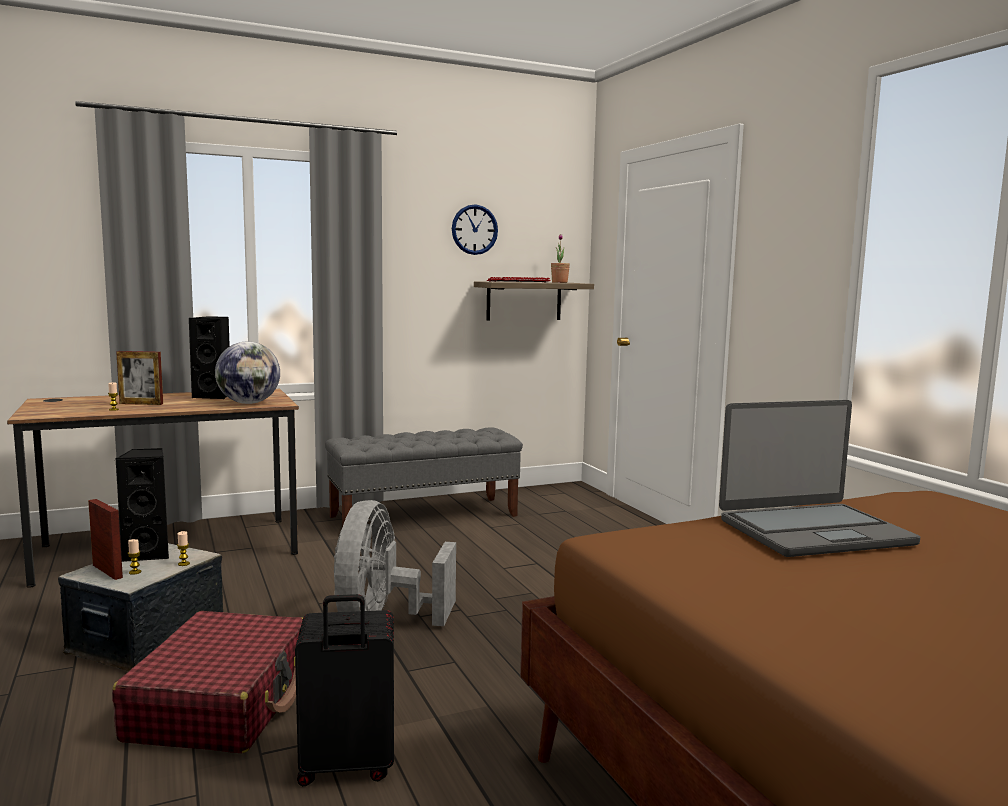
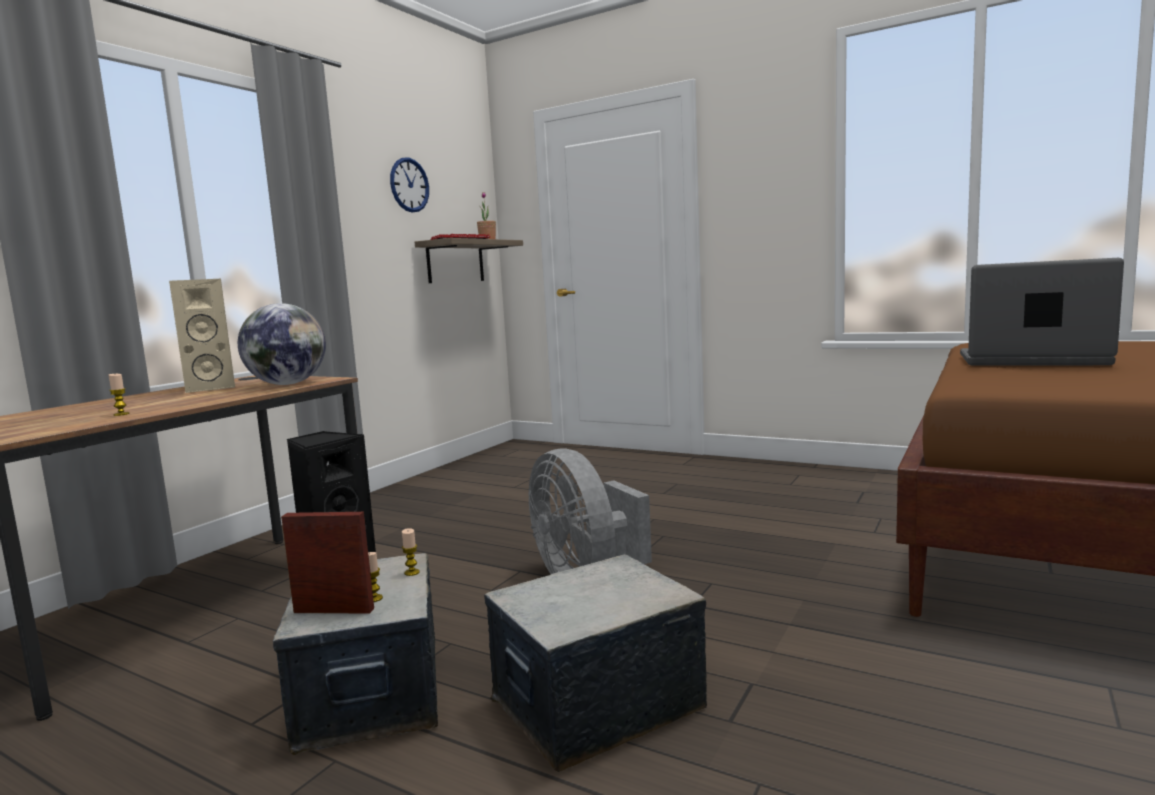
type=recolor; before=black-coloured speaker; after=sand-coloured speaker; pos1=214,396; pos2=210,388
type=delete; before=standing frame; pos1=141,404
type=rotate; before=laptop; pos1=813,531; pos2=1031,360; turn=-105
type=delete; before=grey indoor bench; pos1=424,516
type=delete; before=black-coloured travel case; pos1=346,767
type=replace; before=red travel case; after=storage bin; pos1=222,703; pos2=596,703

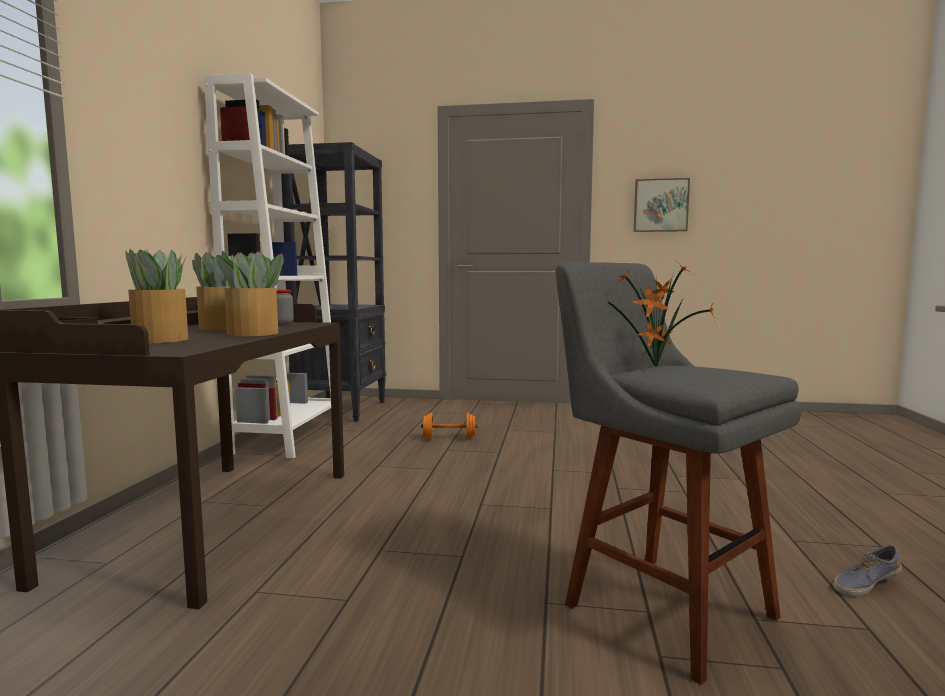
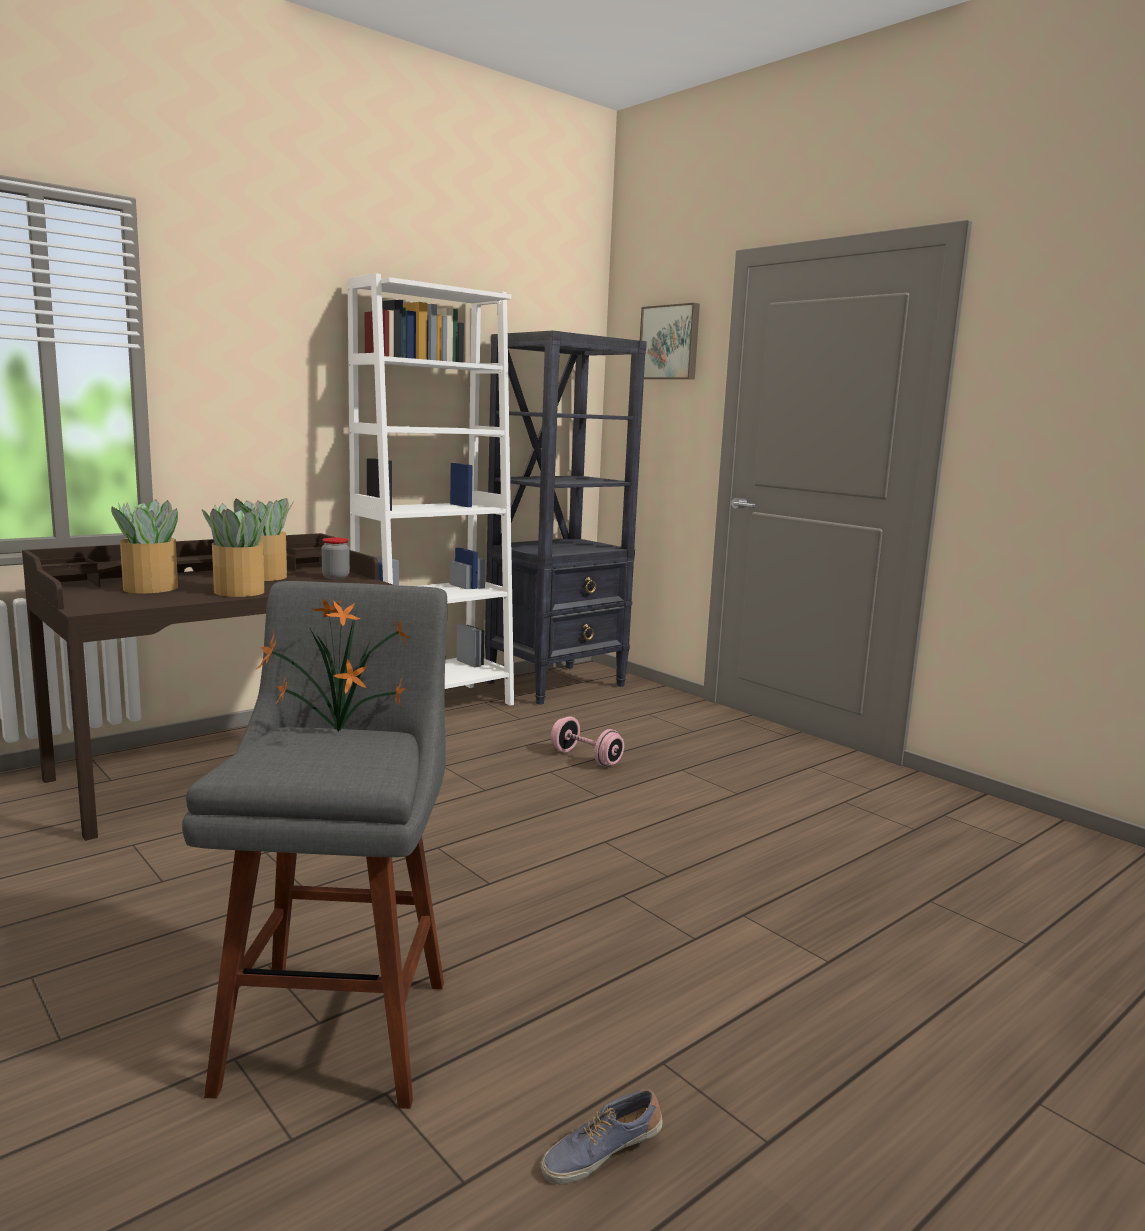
type=move; before=wall art; pos1=660,205; pos2=670,342
type=recolor; before=orange dumbbell; after=pink-coloured dumbbell; pos1=449,438; pos2=586,758
type=rotate; before=shoe; pos1=865,584; pos2=600,1153; turn=-45

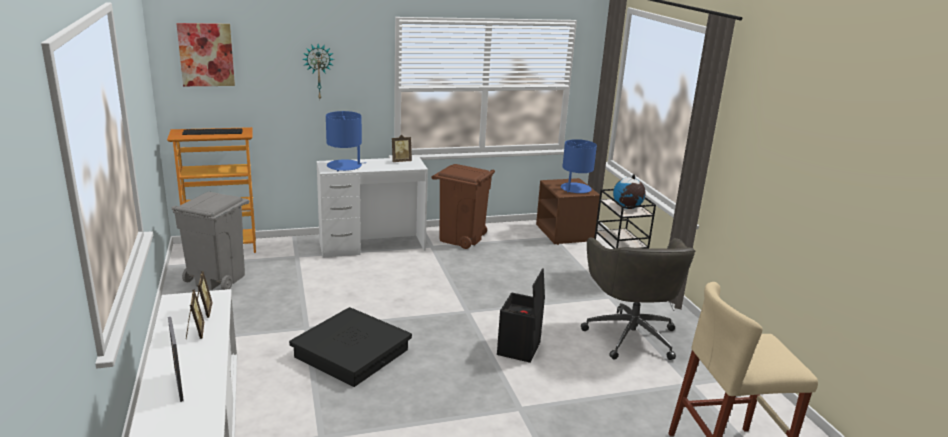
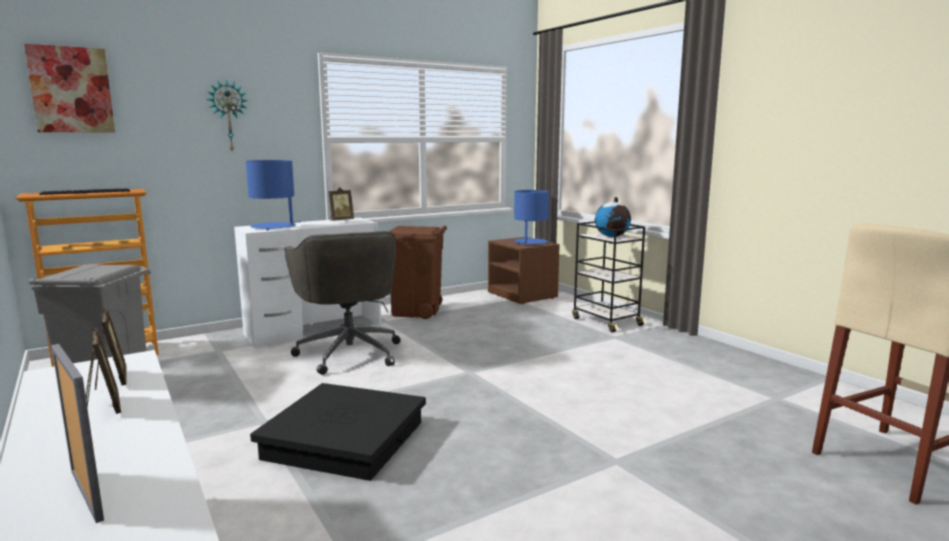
type=move; before=grey desk chair; pos1=630,335; pos2=349,353
type=delete; before=black-coloured storage bin; pos1=519,349

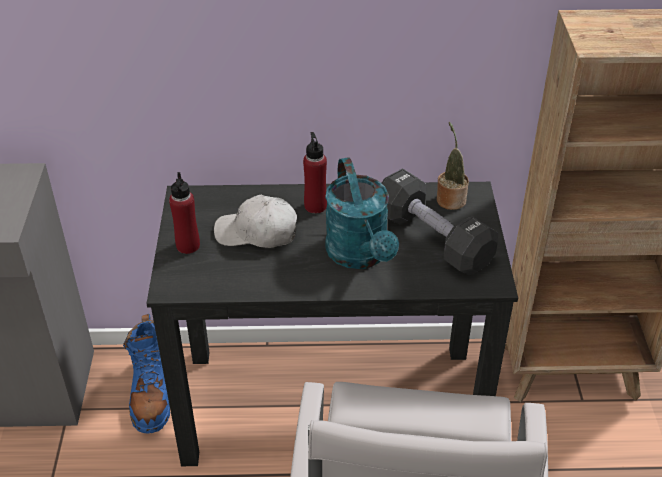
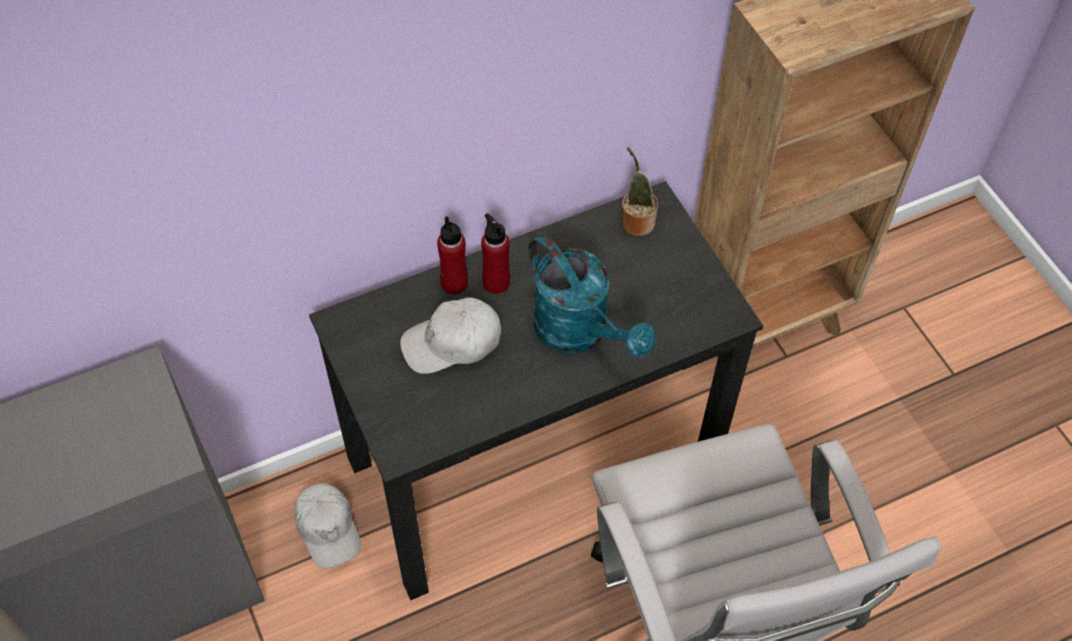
type=delete; before=black-coloured dumbbell; pos1=433,239
type=move; before=red bottle; pos1=188,246; pos2=454,283
type=replace; before=blue boot; after=whitish cap; pos1=152,394; pos2=328,528

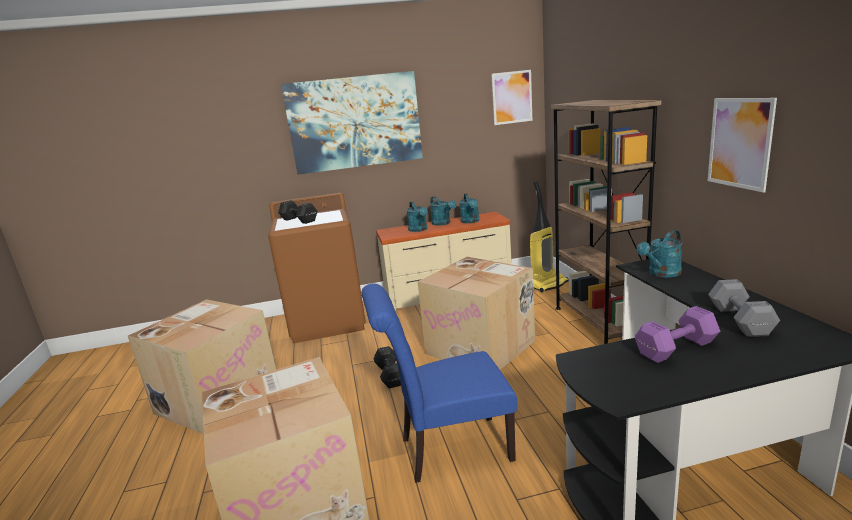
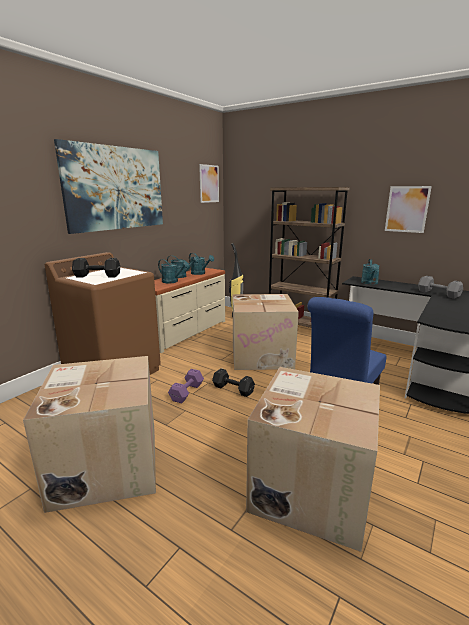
type=move; before=purple dumbbell; pos1=678,348; pos2=187,392

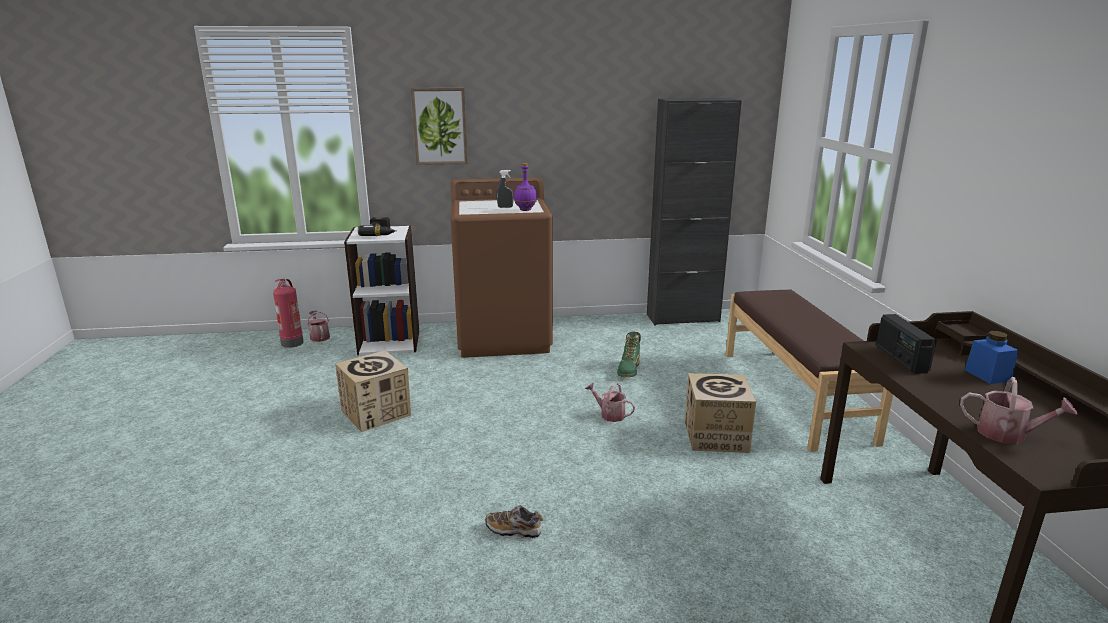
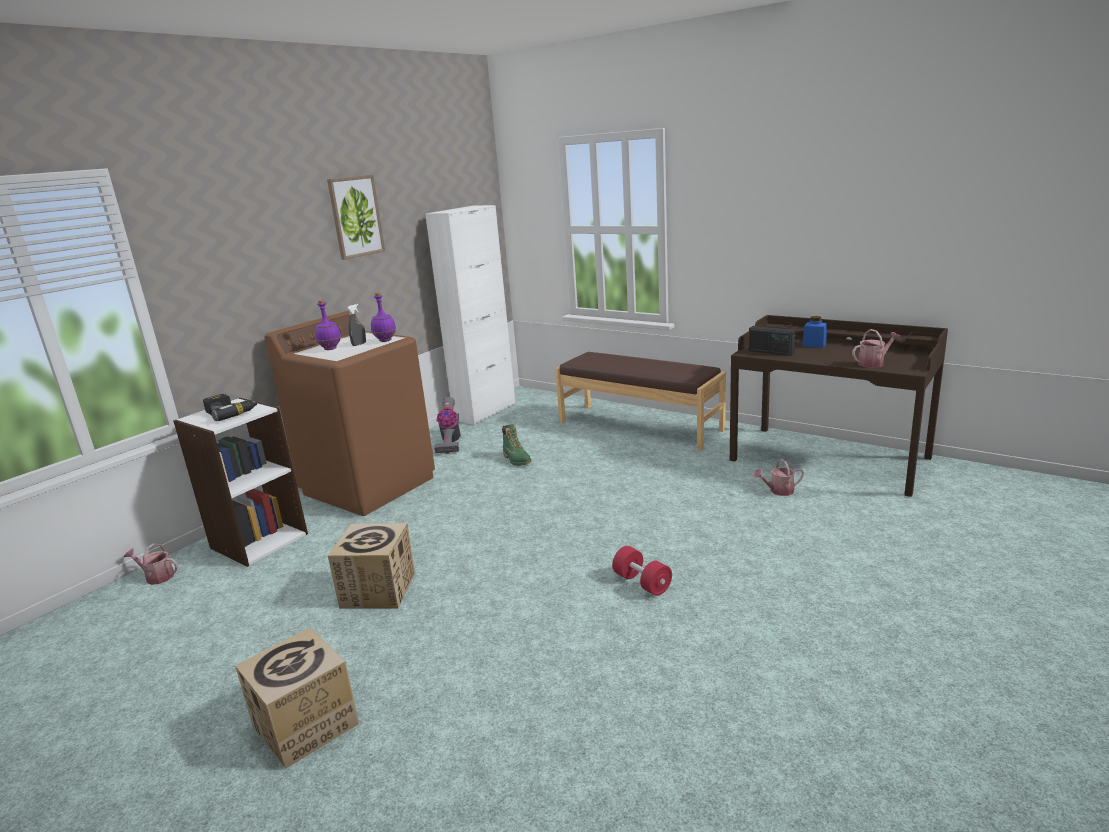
type=move; before=wall art; pos1=440,126; pos2=355,216
type=recolor; before=black-coloured cupboard; after=whitish cupboard; pos1=683,318; pos2=485,412
type=delete; before=extinguisher; pos1=292,342
type=move; before=cardboard box; pos1=715,436; pos2=306,725
type=move; before=watering can; pos1=609,414; pos2=778,491
type=replace; before=shoe; after=red dumbbell; pos1=514,530; pos2=642,583
type=insert; after=purple bottle; pos2=330,349
type=insert; after=vacuum cleaner; pos2=450,442

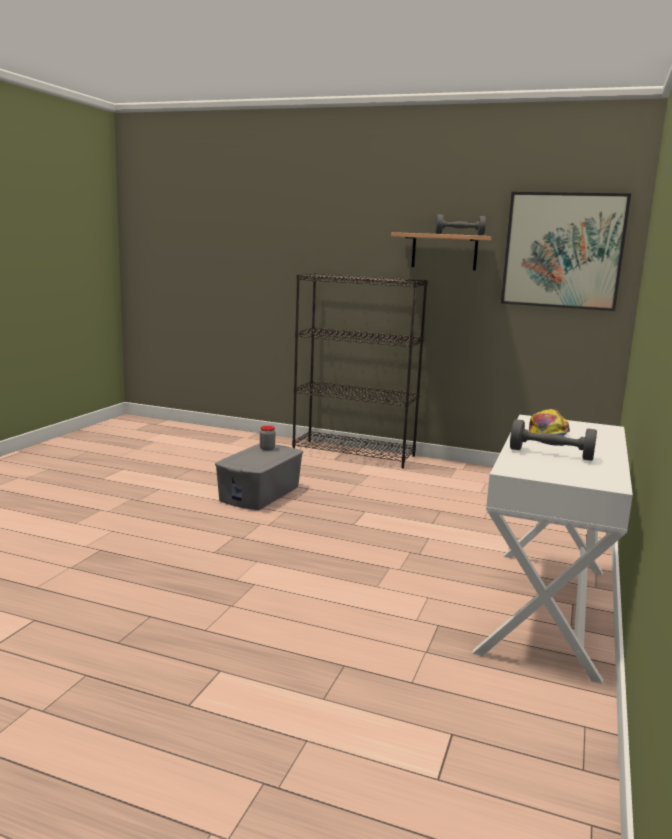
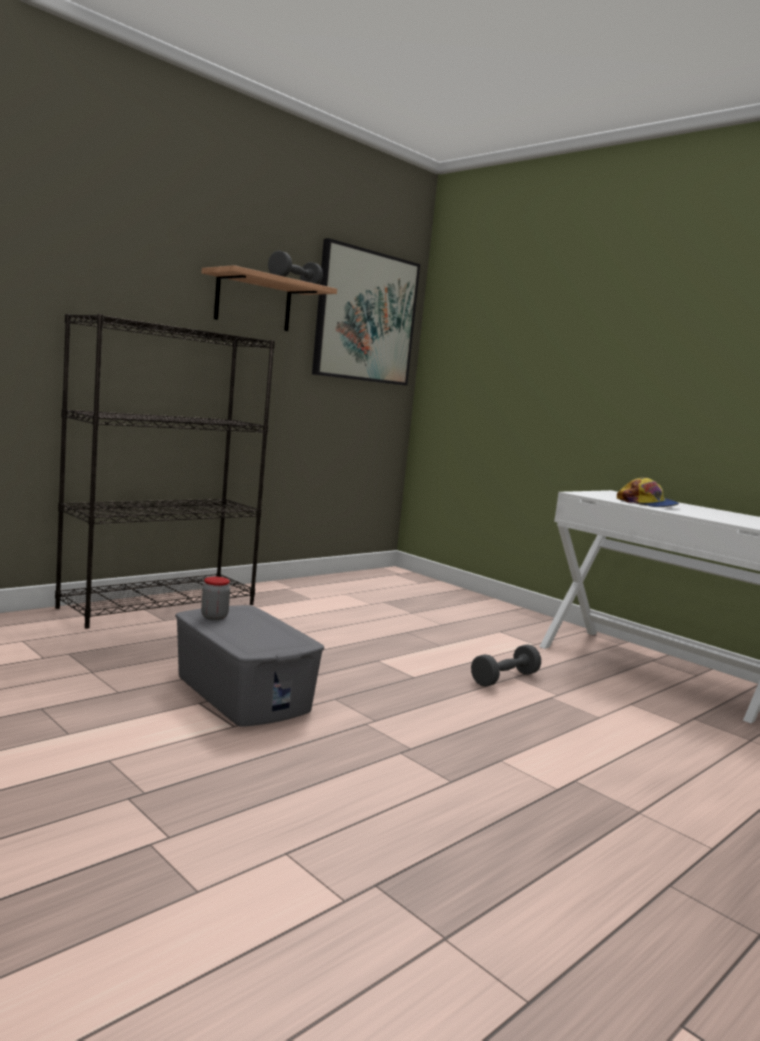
type=move; before=grey dumbbell; pos1=551,454; pos2=504,679

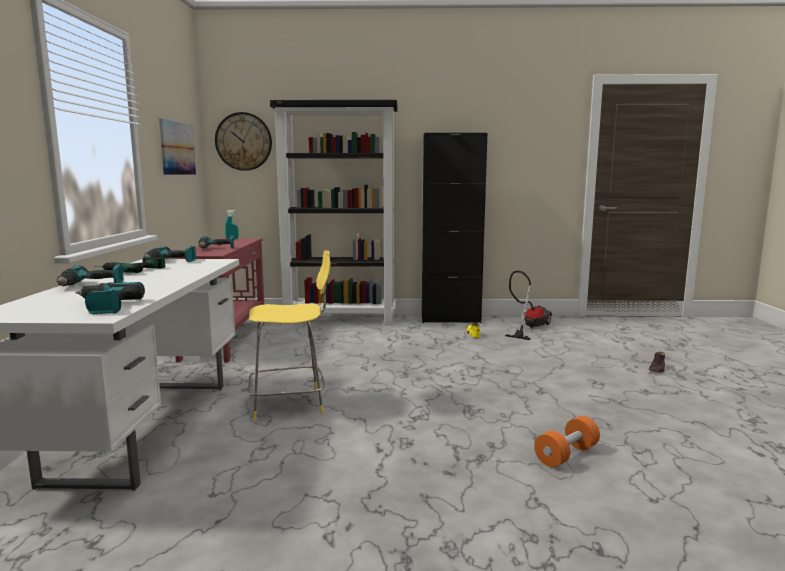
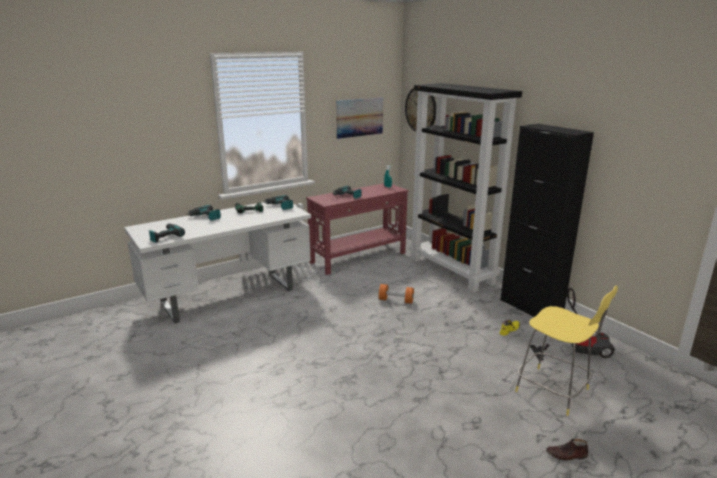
type=move; before=yellow-coloured stool seat; pos1=291,403; pos2=554,392
type=move; before=orange dumbbell; pos1=566,455; pos2=396,300

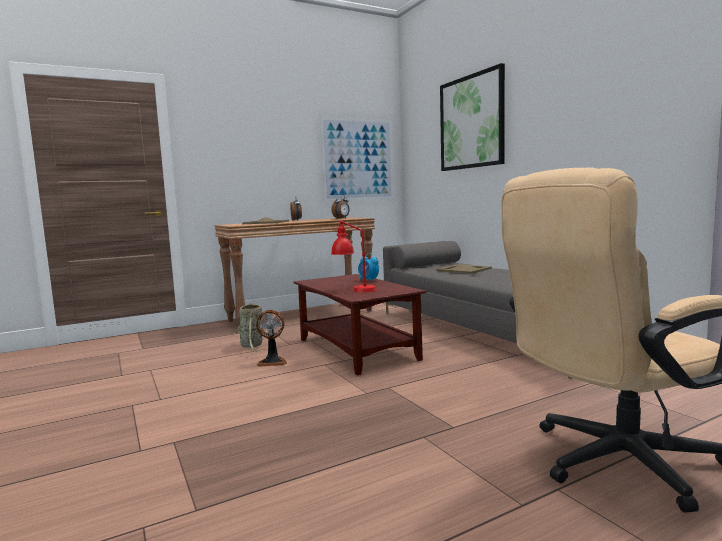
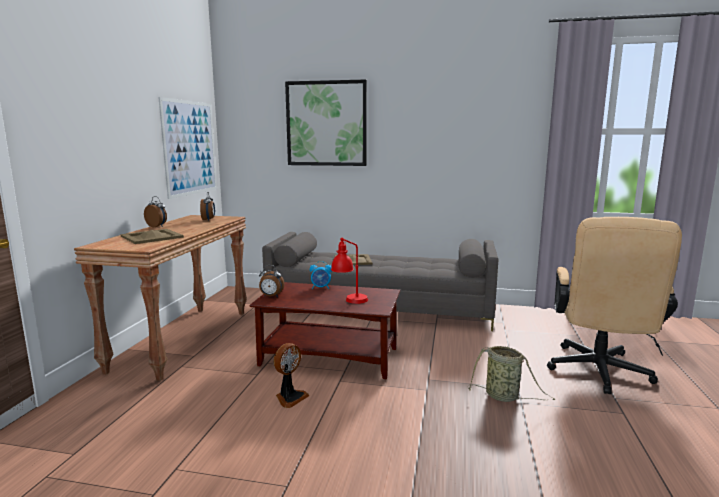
type=move; before=basket; pos1=252,346; pos2=504,397
type=insert; after=bedside clock; pos2=271,296

